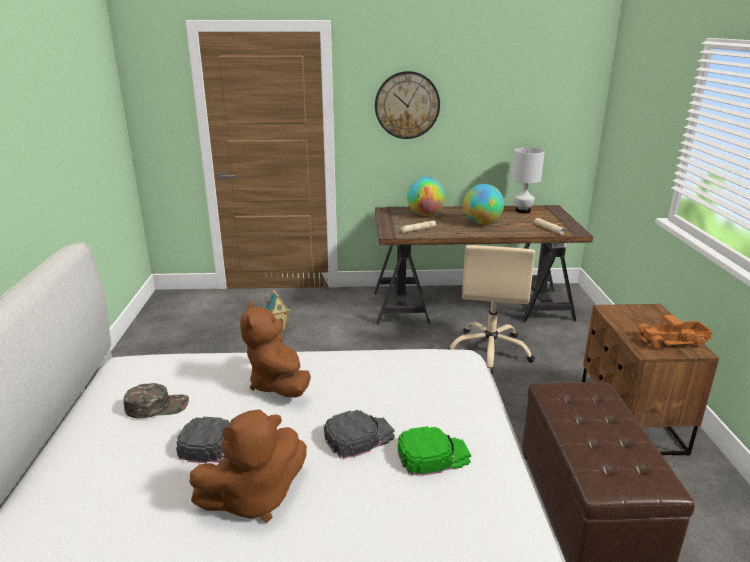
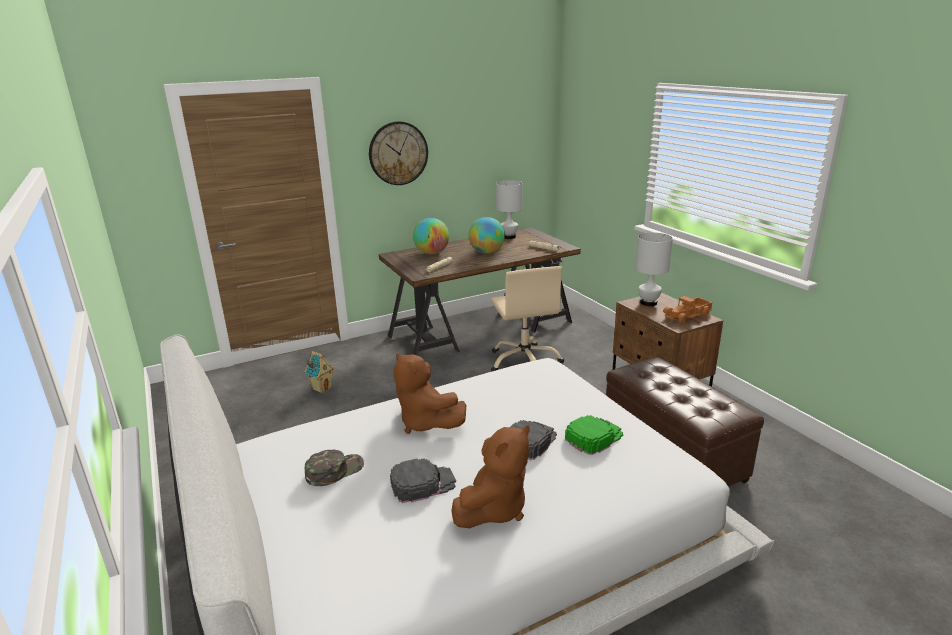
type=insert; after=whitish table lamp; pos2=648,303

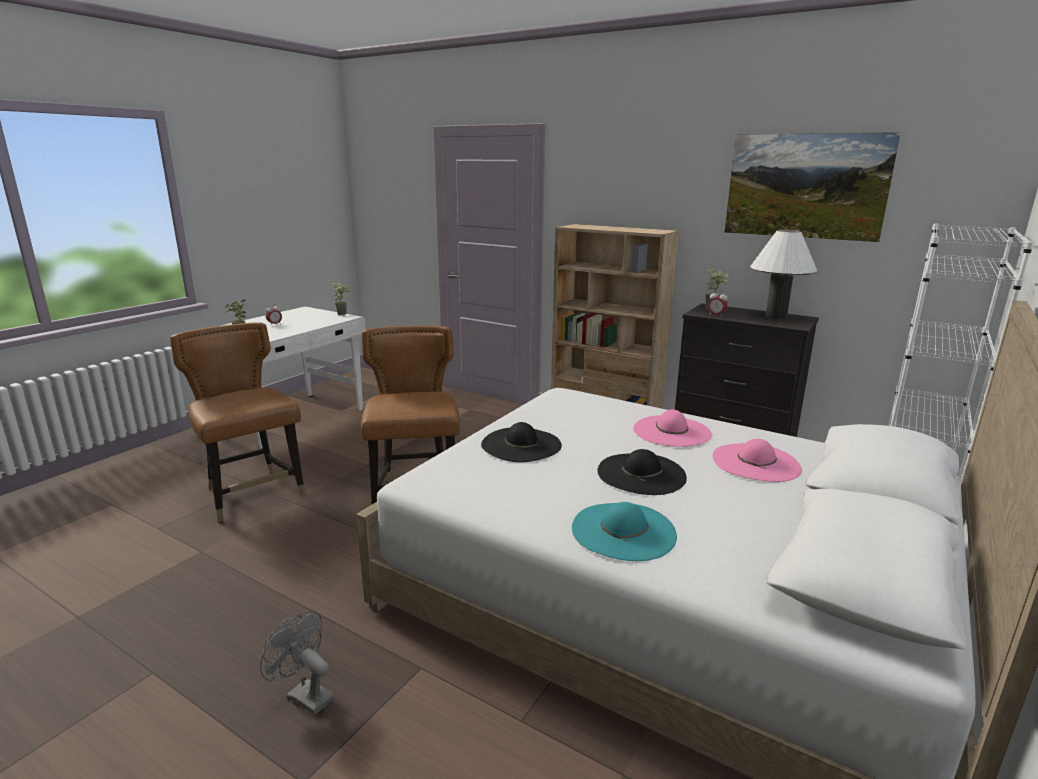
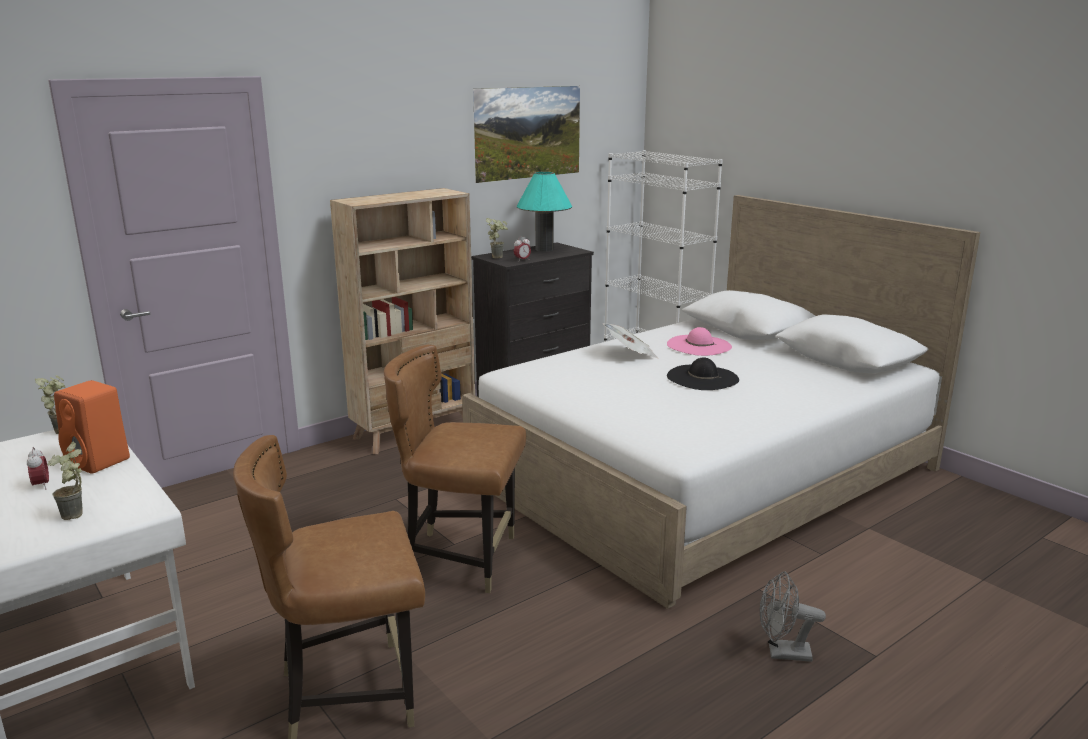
type=recolor; before=whitish table lamp; after=blue-green table lamp; pos1=775,316; pos2=544,249
type=replace; before=pink-coloured clothing hat; after=daily paper; pos1=671,431; pos2=630,355
type=delete; before=black-coloured clothing hat; pos1=521,444
type=delete; before=blue-green clothing hat; pos1=623,530
type=rotate; before=grey fan; pos1=304,695; pos2=782,653; turn=45
type=insert; after=orange speaker; pos2=99,461

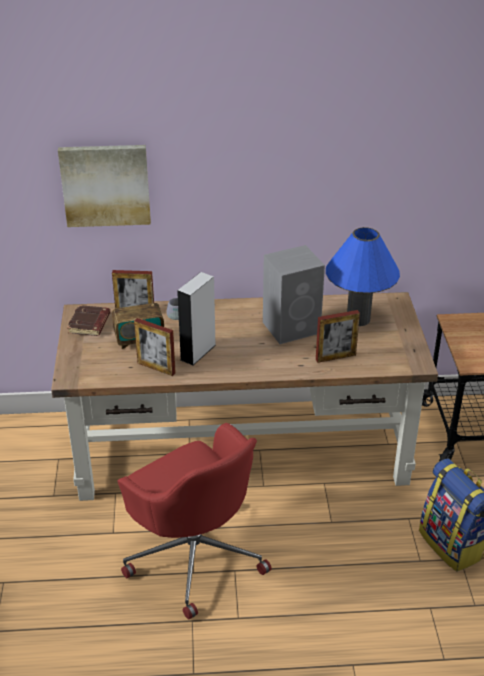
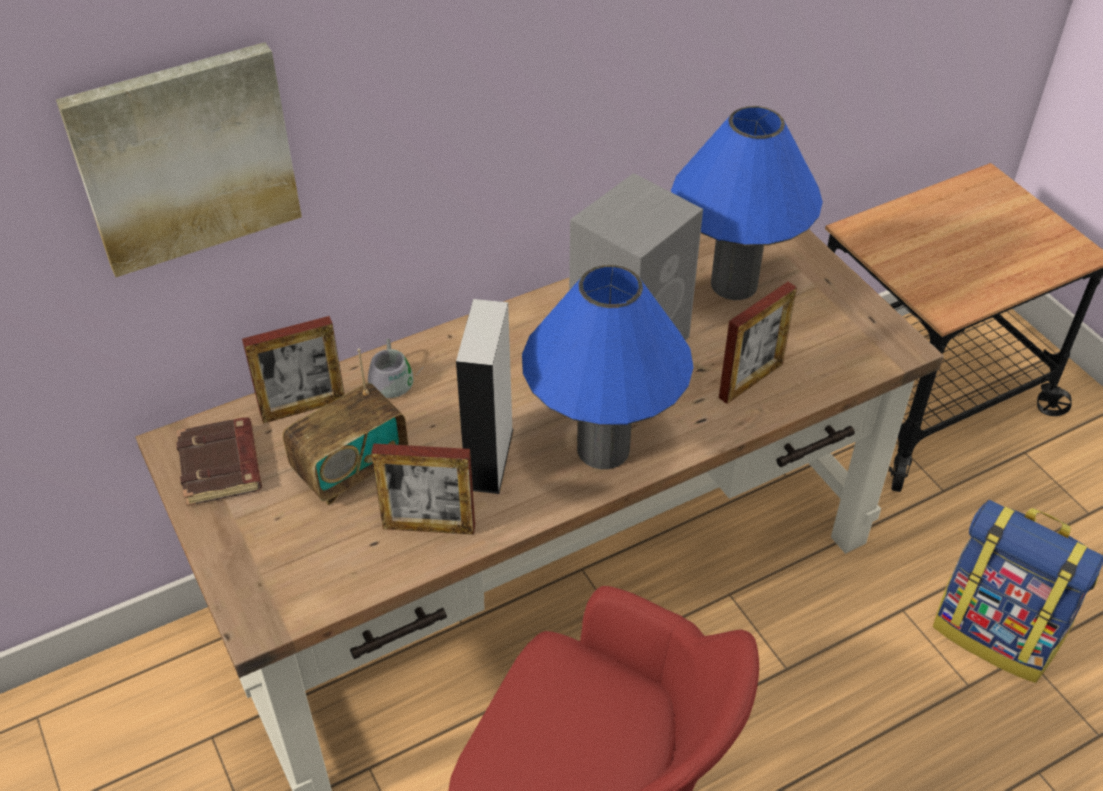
type=insert; after=blue table lamp; pos2=603,449

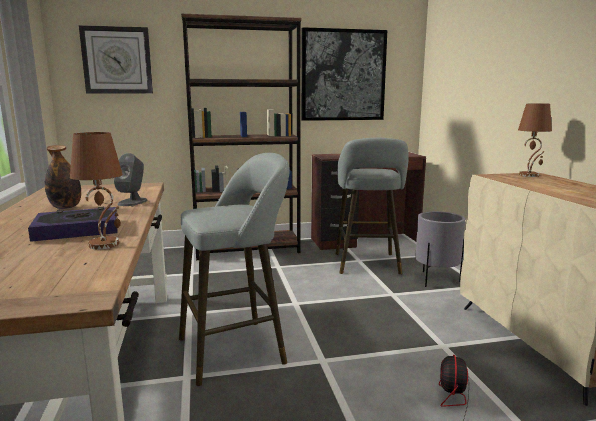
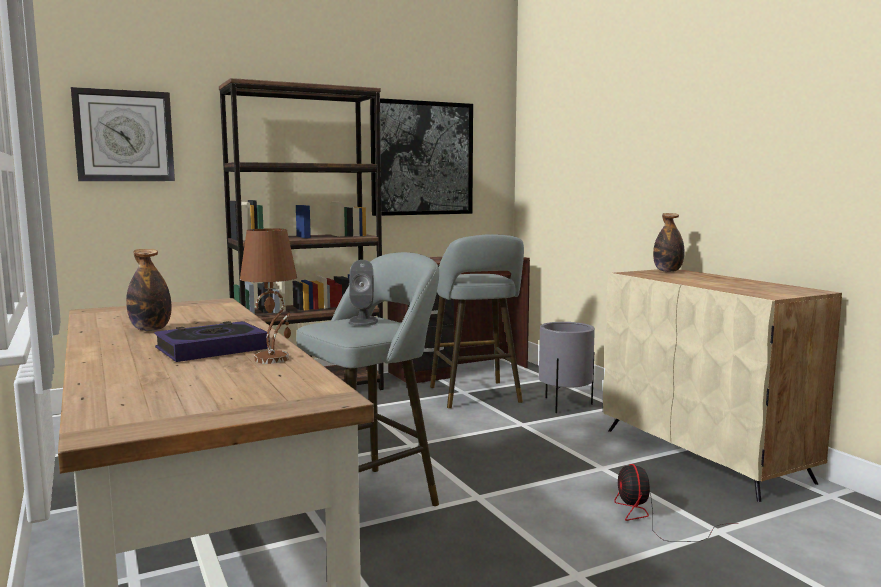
type=replace; before=brown-coloured table lamp; after=bottle; pos1=529,175; pos2=667,271
type=move; before=grey speaker; pos1=133,202; pos2=363,321

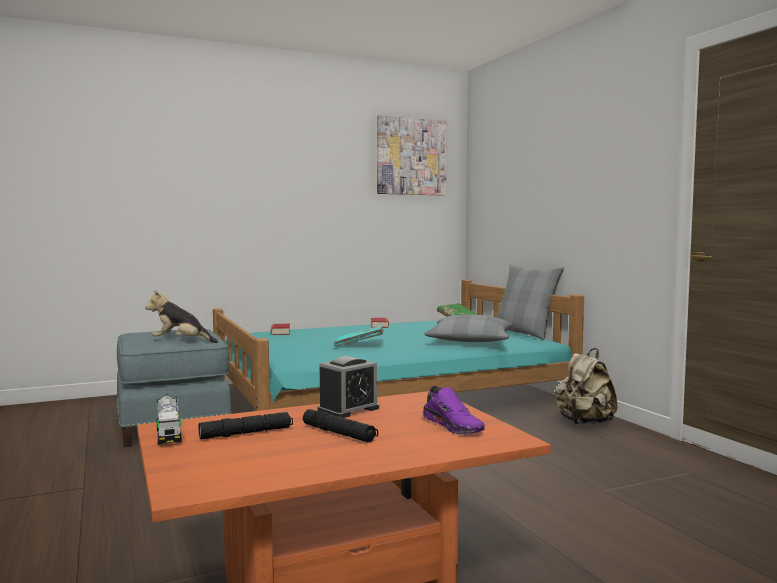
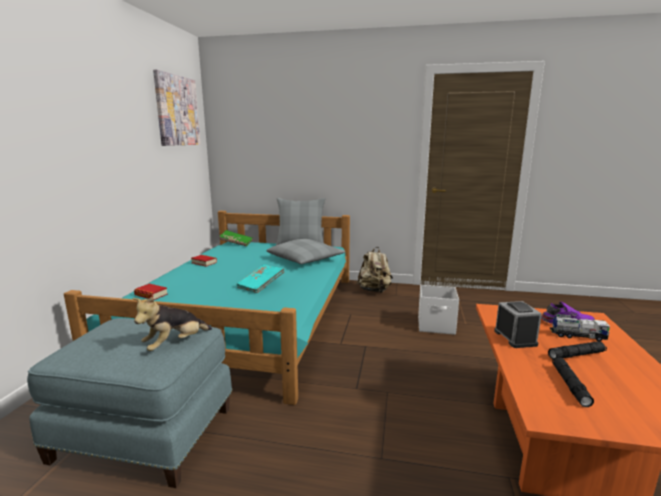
type=move; before=toy lorry; pos1=168,434; pos2=577,336
type=insert; after=whitish storage bin; pos2=436,326

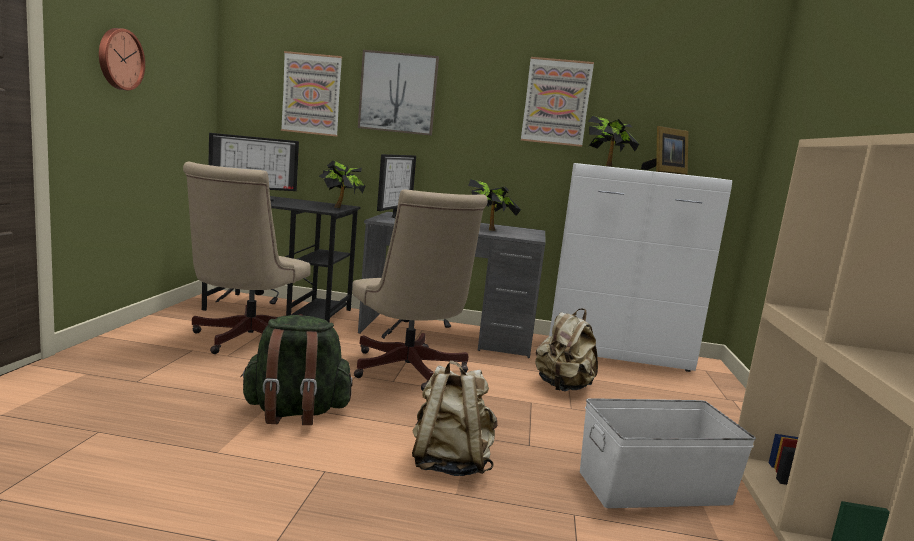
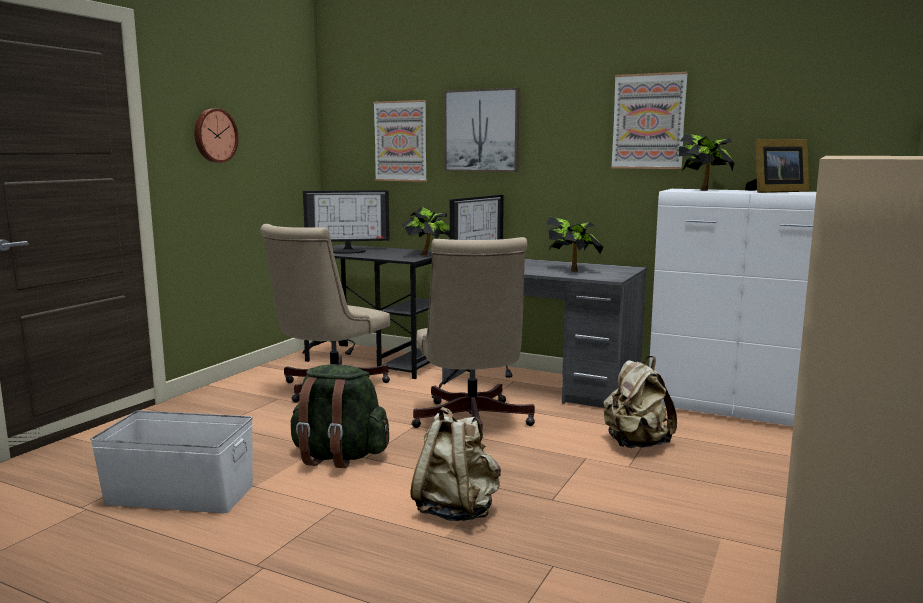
type=move; before=whitish storage bin; pos1=655,488; pos2=180,495

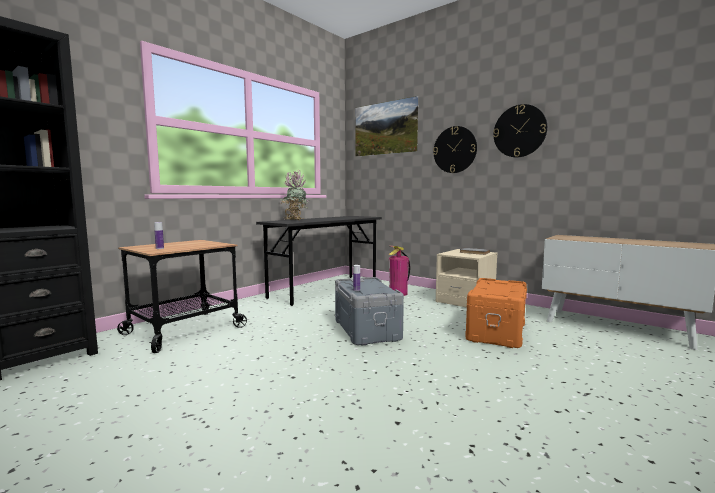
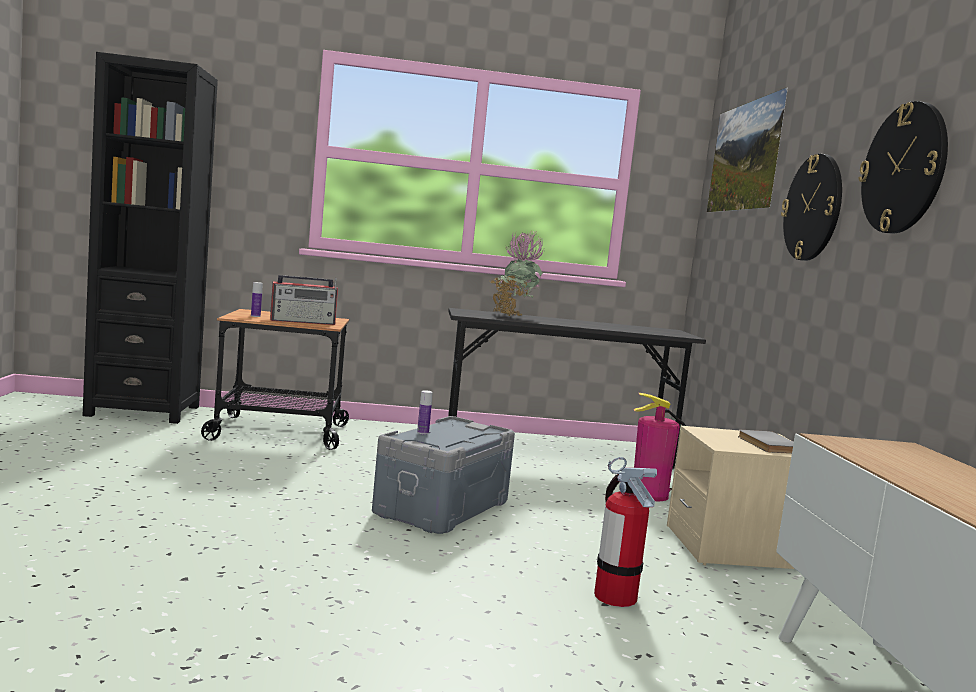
type=replace; before=orange storage bin; after=extinguisher; pos1=497,332; pos2=614,596
type=insert; after=radio receiver; pos2=303,321

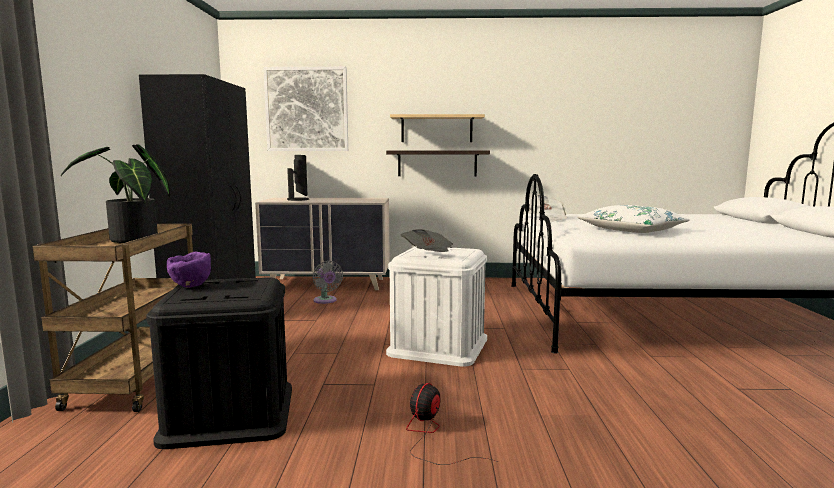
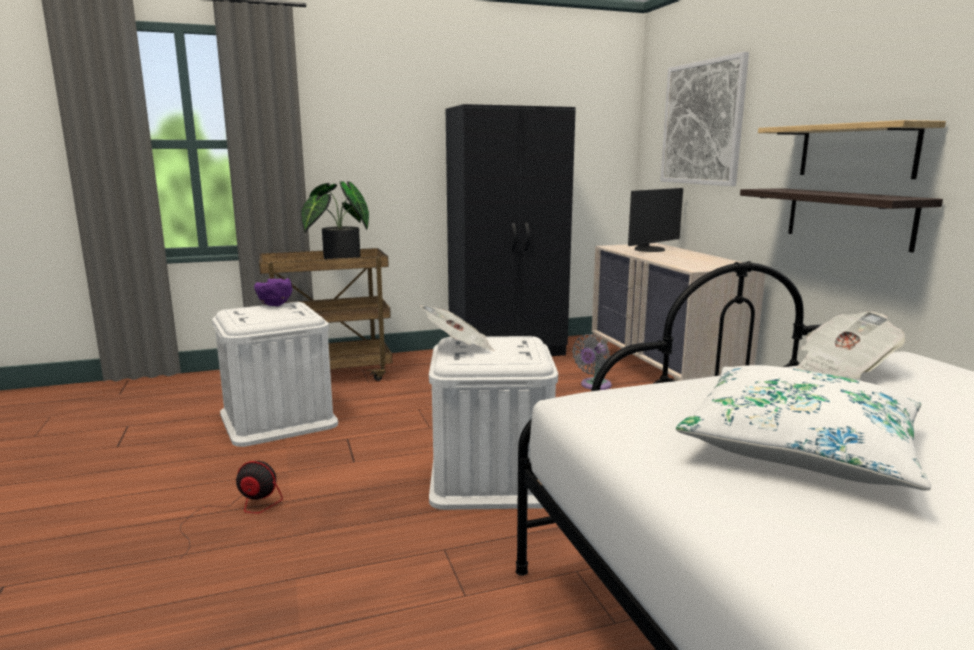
type=recolor; before=black-coloured storage bin; after=whitish storage bin; pos1=229,413; pos2=278,419

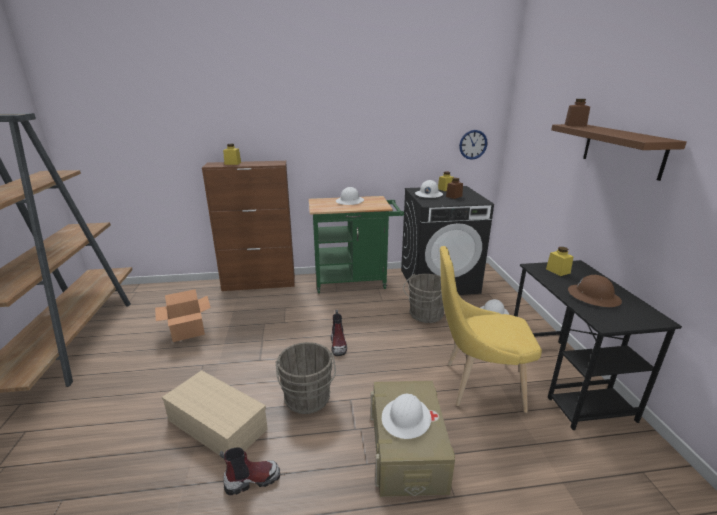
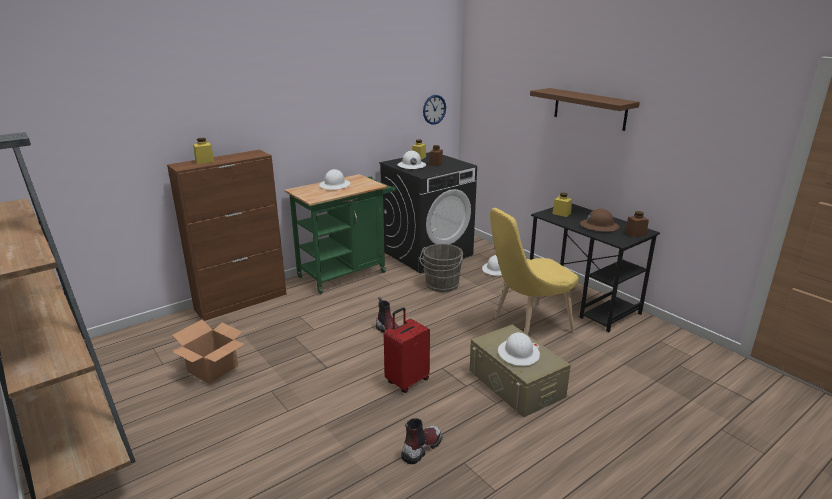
type=move; before=brown-coloured preserve jar; pos1=575,125; pos2=635,233
type=replace; before=grey pail; after=red travel case; pos1=307,400; pos2=407,381
type=delete; before=sand-coloured storage bin; pos1=215,425

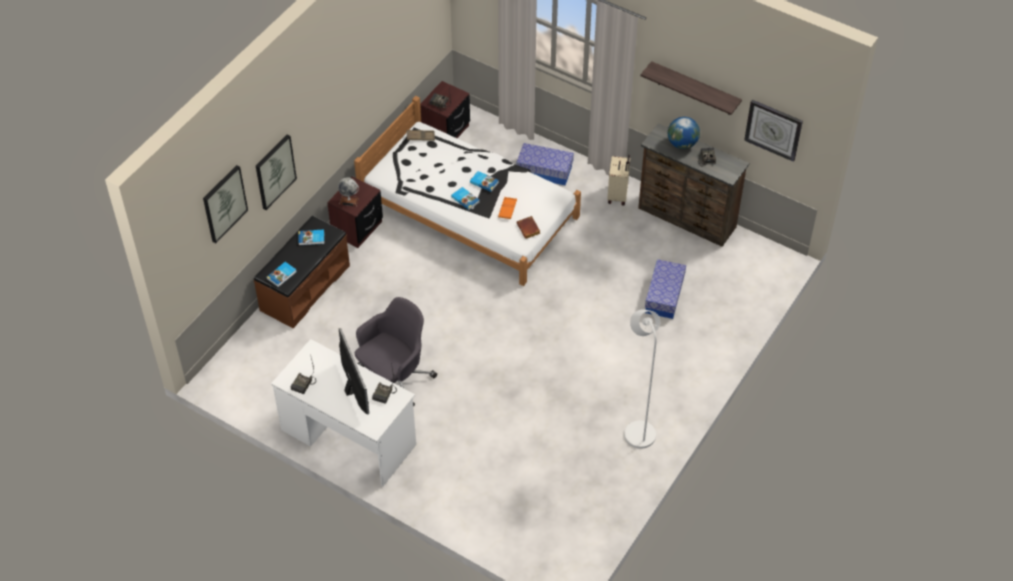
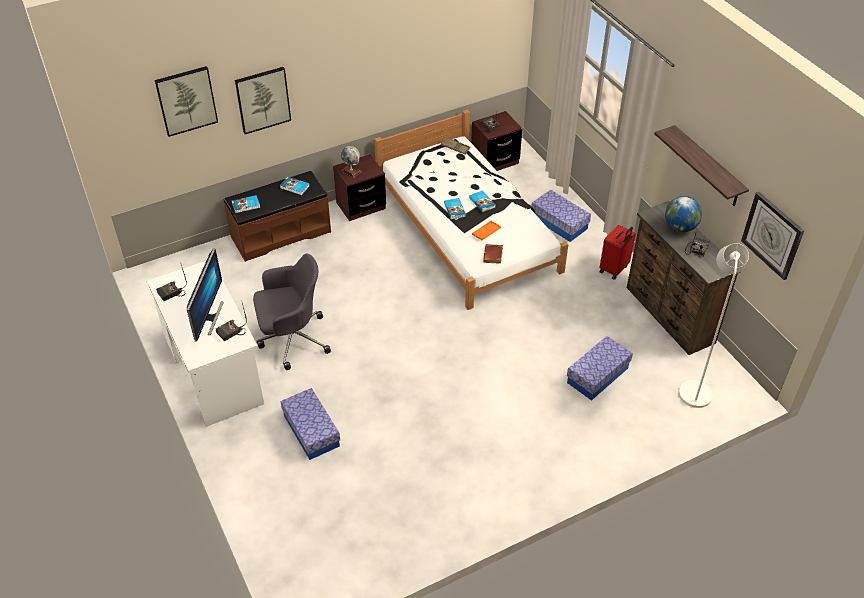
type=recolor; before=sand-coloured travel case; after=red travel case; pos1=618,195; pos2=614,269
type=move; before=whitish standard lamp; pos1=637,430; pos2=695,389
type=insert; after=storage bin; pos2=311,431

